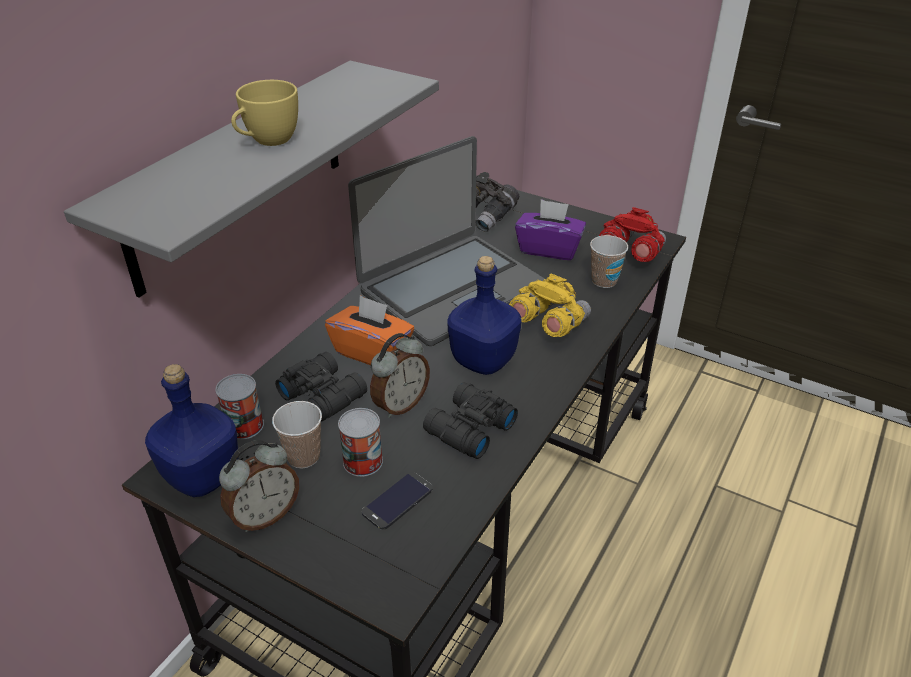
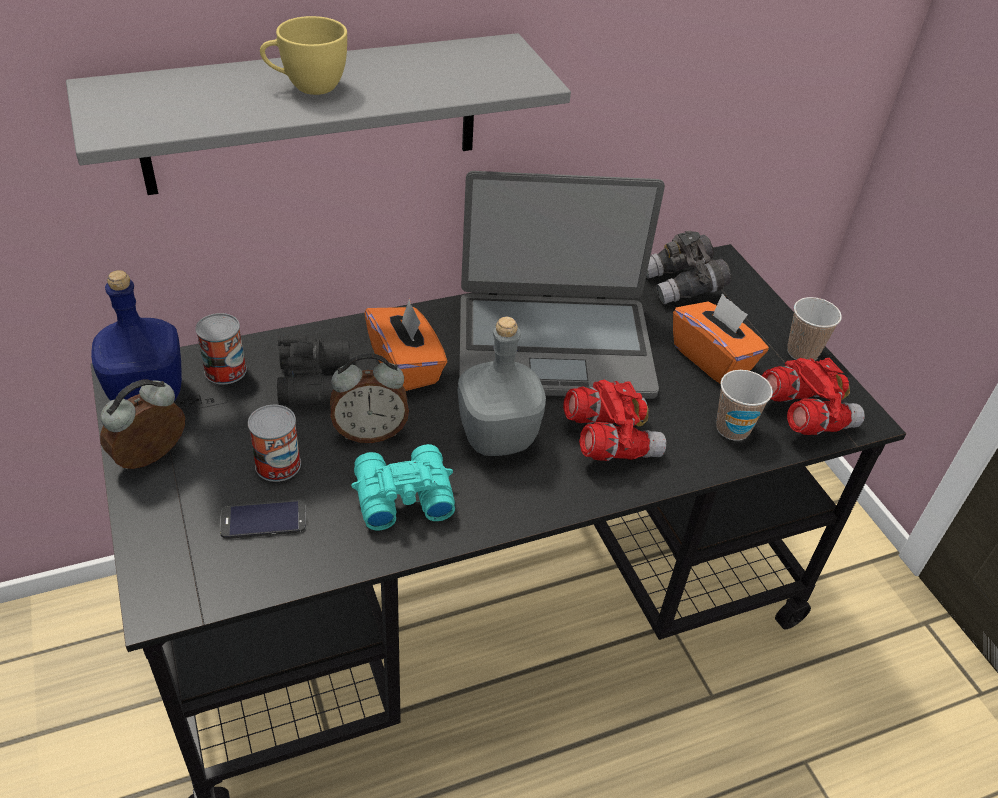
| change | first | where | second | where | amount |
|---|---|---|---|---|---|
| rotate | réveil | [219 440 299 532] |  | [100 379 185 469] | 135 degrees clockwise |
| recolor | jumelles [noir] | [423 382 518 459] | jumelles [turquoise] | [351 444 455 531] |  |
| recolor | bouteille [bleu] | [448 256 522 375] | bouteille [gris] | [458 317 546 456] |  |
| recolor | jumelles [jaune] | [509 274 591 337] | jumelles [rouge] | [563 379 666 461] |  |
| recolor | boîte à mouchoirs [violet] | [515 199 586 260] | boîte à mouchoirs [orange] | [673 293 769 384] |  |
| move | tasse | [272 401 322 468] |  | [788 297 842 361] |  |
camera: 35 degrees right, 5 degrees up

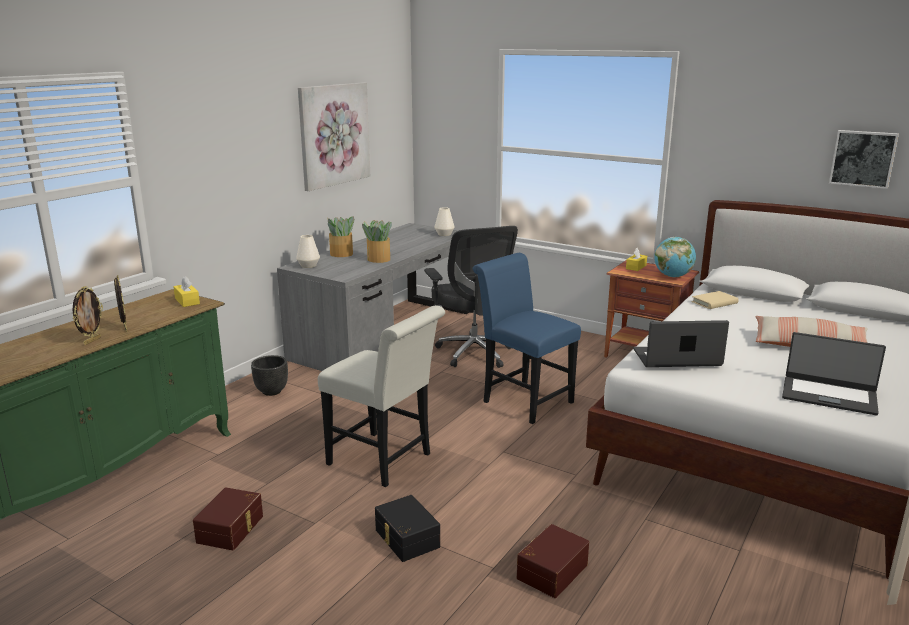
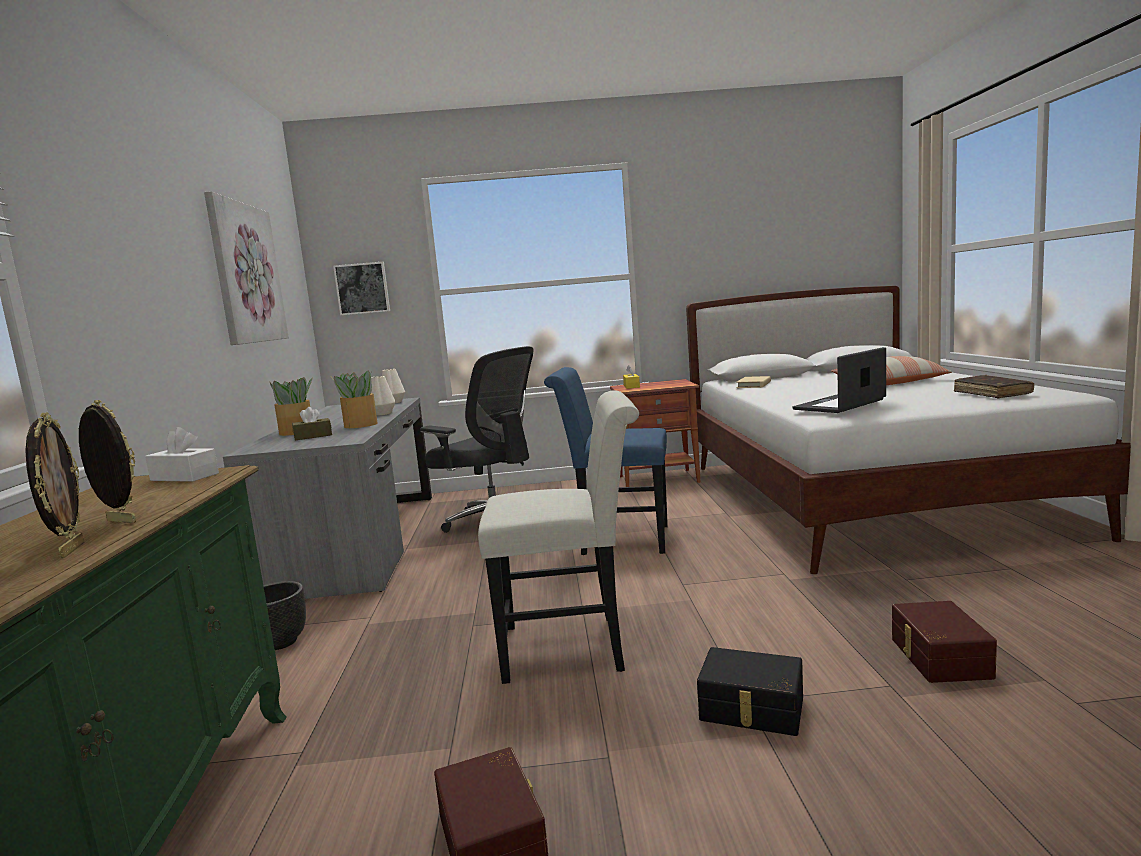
| change | first | where | second | where | amount |
|---|---|---|---|---|---|
| recolor | boîte à mouchoirs [jaune] | [173 276 200 307] | boîte à mouchoirs [blanc] | [145 427 219 482] |  |
| insert |  |  | boîte à mouchoirs [marron] | [292 407 332 441] |  |
| move | tableau | [829 130 899 189] |  | [333 262 390 315] |  |
| move | vase [blanc] | [296 235 320 268] |  | [371 376 395 416] |  |
| replace | ordinateur portable | [782 332 886 415] | livre [marron] | [954 375 1034 399] |  |
| delete | globe | [654 237 696 277] |  |  |  |
camera: 35 degrees left, 10 degrees down

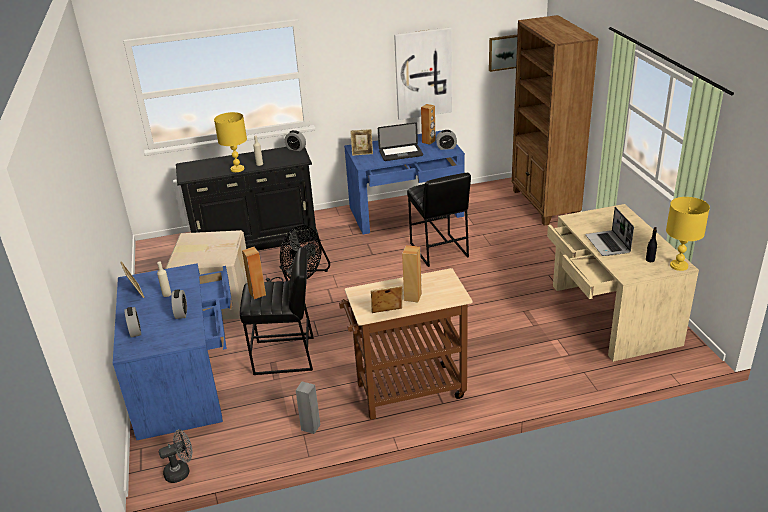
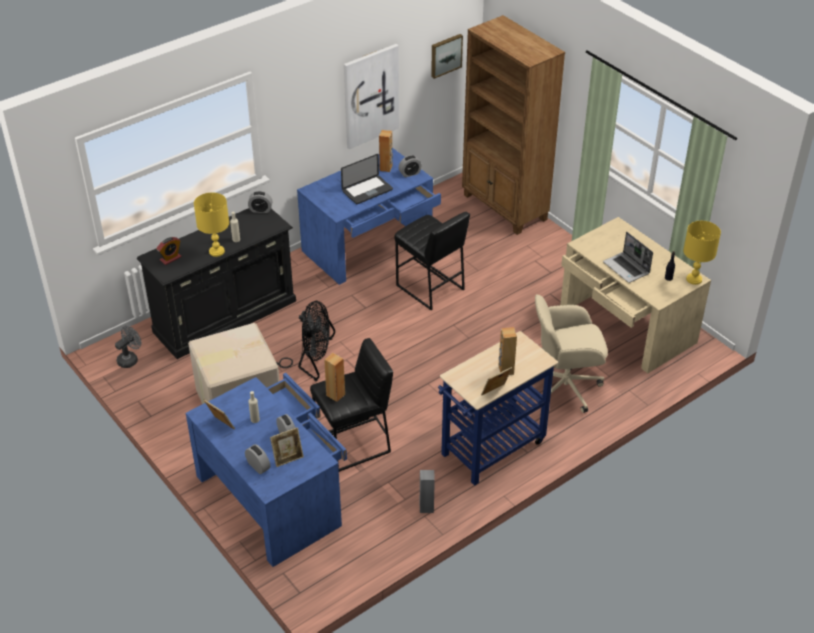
| change | first | where | second | where | amount |
|---|---|---|---|---|---|
| move | ventilateur [gris] | [159 429 192 483] |  | [115 326 141 368] |  |
| insert |  |  | réveil | [156 237 182 265] |  |
| move | cadre photo | [350 129 373 156] |  | [270 427 304 467] |  |
| recolor | chariot [marron] | [339 268 473 420] | chariot [bleu] | [438 331 558 486] |  |
| insert |  |  | chaise de bureau [beige] | [535 294 608 413] |  |
camera: 25 degrees left, 10 degrees up

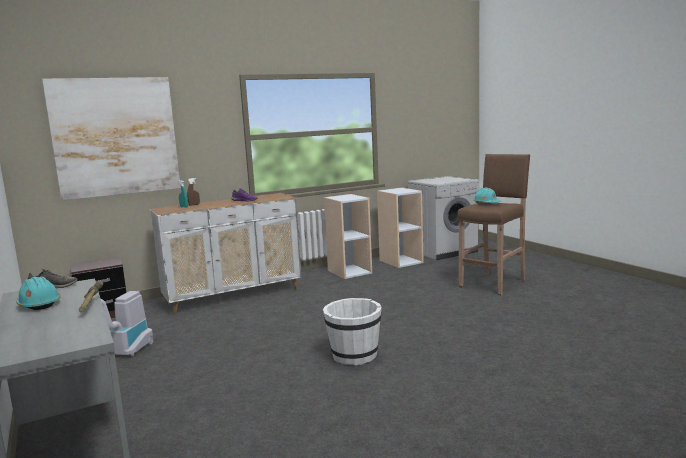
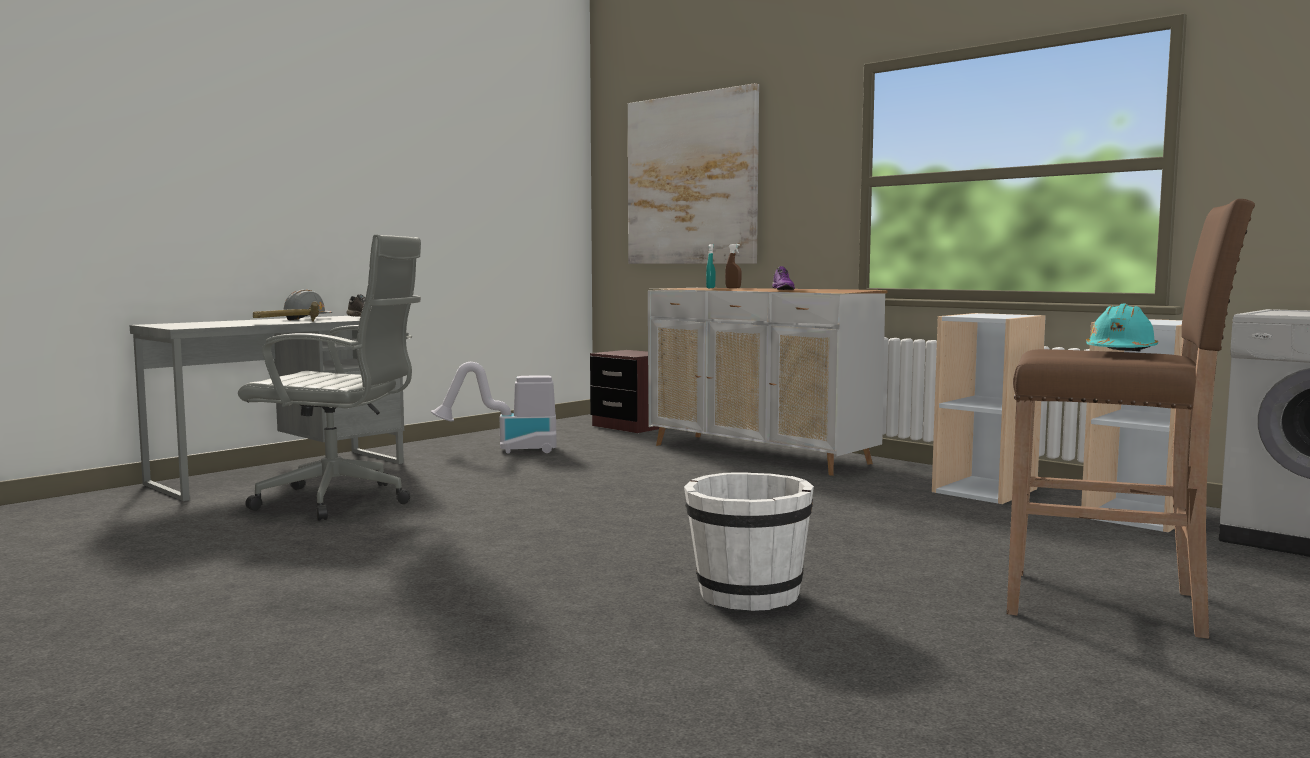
| change | first | where | second | where | amount |
|---|---|---|---|---|---|
| insert |  |  | chaise de bureau [gris] | [238 234 421 521] |  |
| recolor | casque de chantier [turquoise] | [16 276 61 310] | casque de chantier [gris] | [283 289 332 320] |  |
| move | seau [blanc] | [323 298 382 365] |  | [684 472 814 611] |  |
camera: 70 degrees right, 5 degrees down

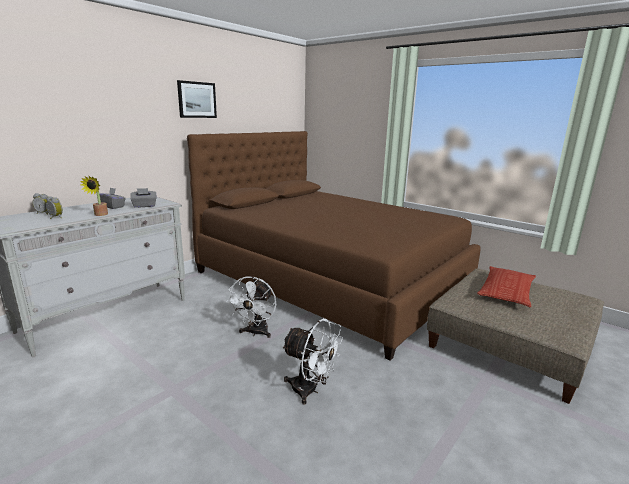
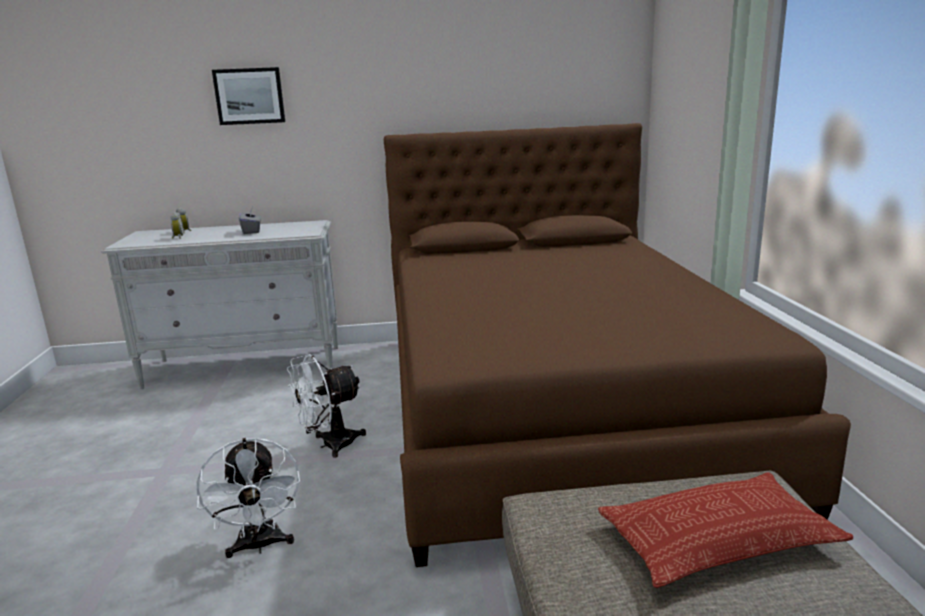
| change | first | where | second | where | amount |
|---|---|---|---|---|---|
| move | tableau | [177 80 217 118] |  | [212 67 285 125] |  |
| delete | plante en pot | [80 175 108 216] |  |  |  |
| delete | boîte à mouchoirs [gris] | [130 188 156 208] |  |  |  |
camera: 45 degrees right, 0 degrees up

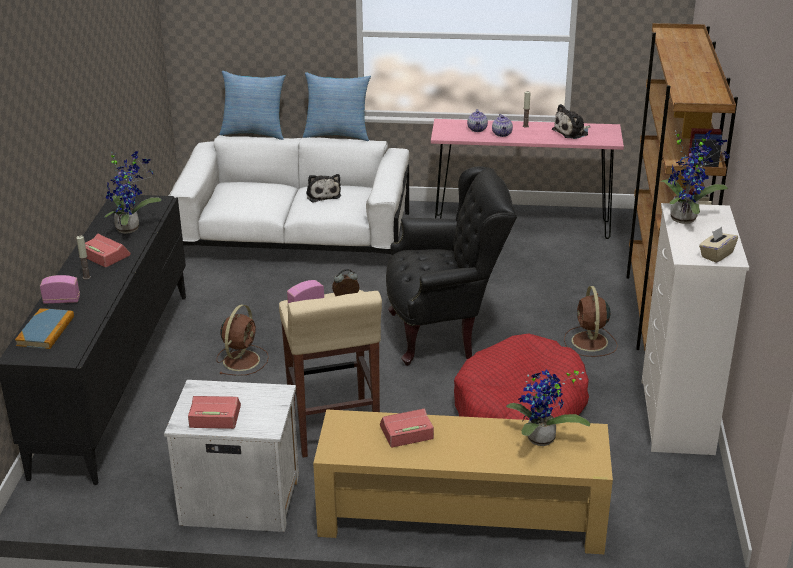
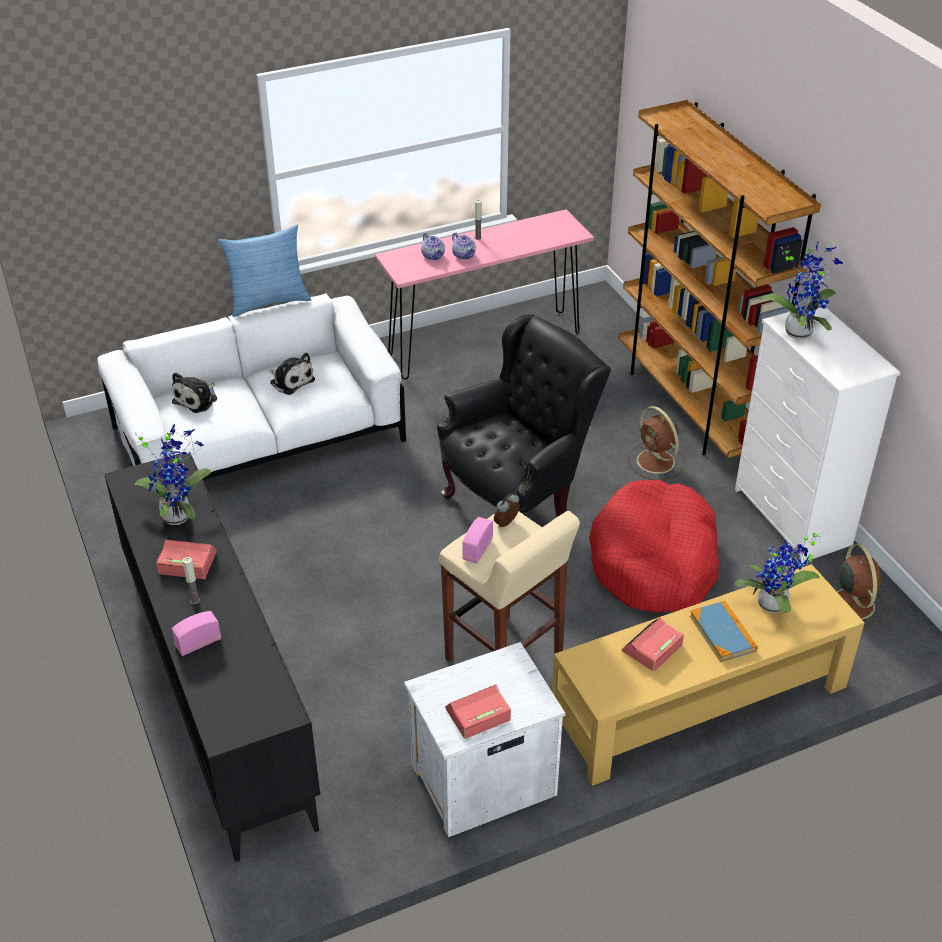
| change | first | where | second | where | amount |
|---|---|---|---|---|---|
| move | peluche | [552 104 591 139] |  | [172 372 217 413] |  |
| move | livre | [15 308 74 349] |  | [690 601 758 662] |  |
| move | ventilateur [marron] | [217 304 269 376] |  | [830 544 885 627] |  |
| delete | coussin | [219 71 286 140] |  |  |  |
| delete | boîte à mouchoirs [beige] | [699 227 738 263] |  |  |  |
camera: 30 degrees left, 10 degrees up

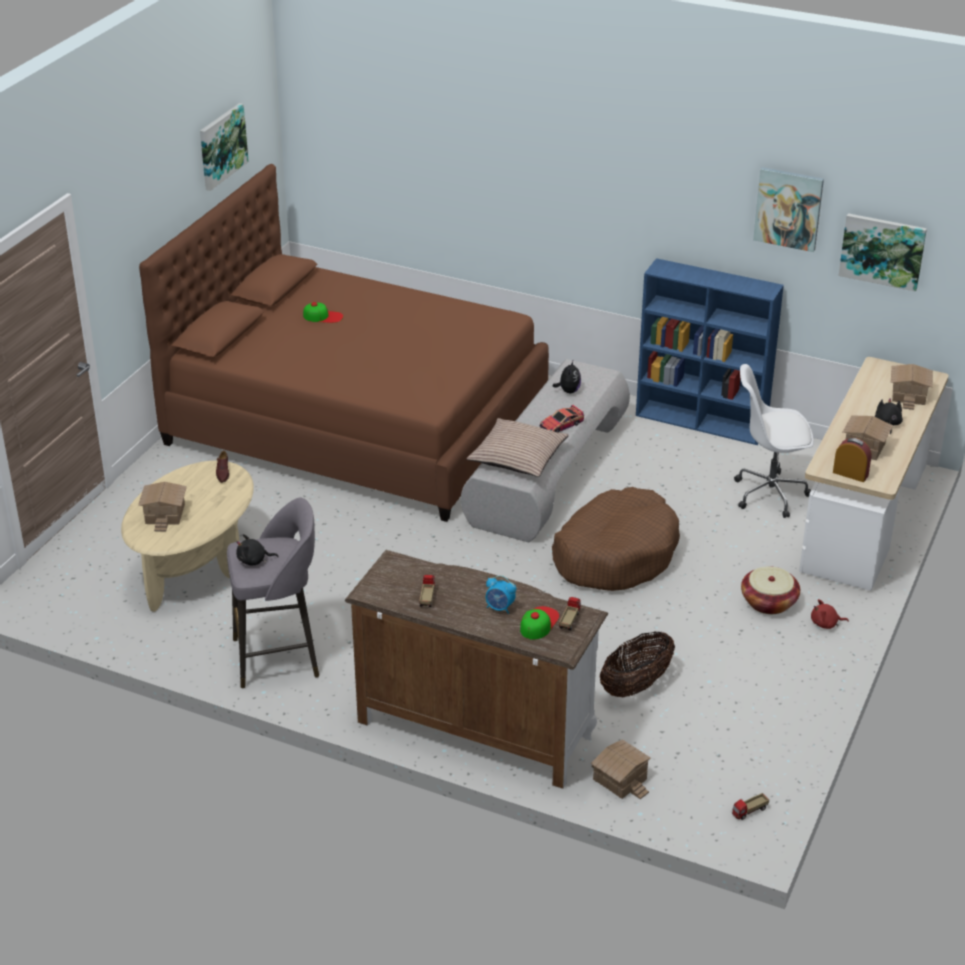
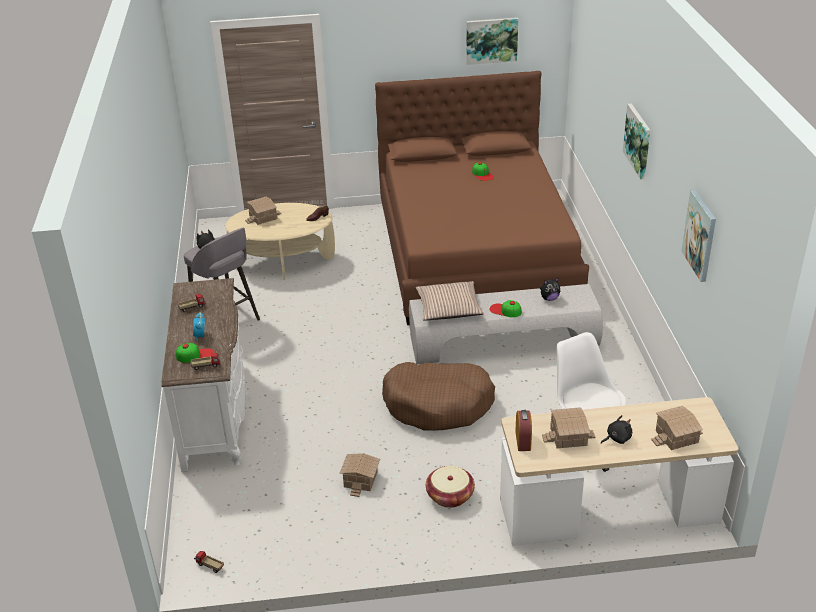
| change | first | where | second | where | amount |
|---|---|---|---|---|---|
| move | maison miniature | [591 739 651 799] |  | [340 453 380 497] |  |
| replace | petite voiture | [539 405 584 433] | casquette | [489 300 522 317] |  |
| move | tableau | [839 213 927 292] |  | [623 104 650 180] |  |
| delete | panier | [600 631 675 697] |  |  |  |
| delete | bibliothèque [bleu] | [636 258 784 445] |  |  |  |
| delete | peluche [rouge] | [811 599 849 629] |  |  |  |
camera: 60 degrees right, 0 degrees up

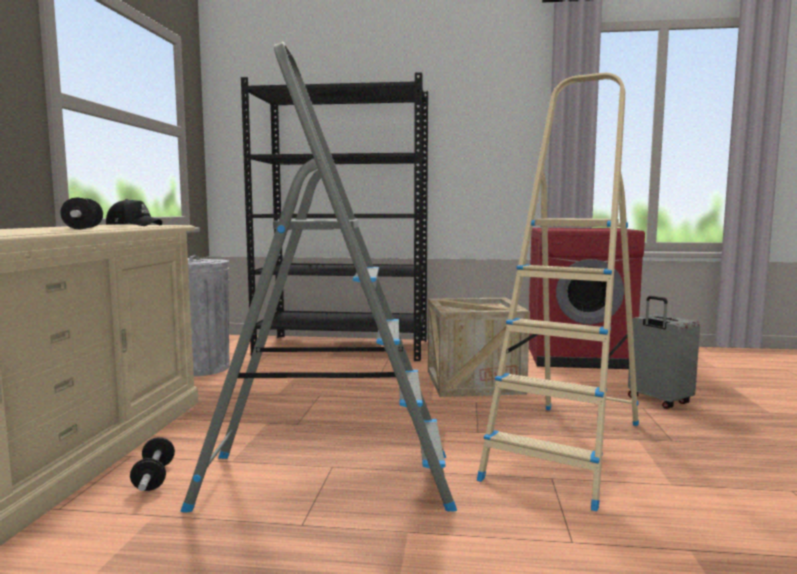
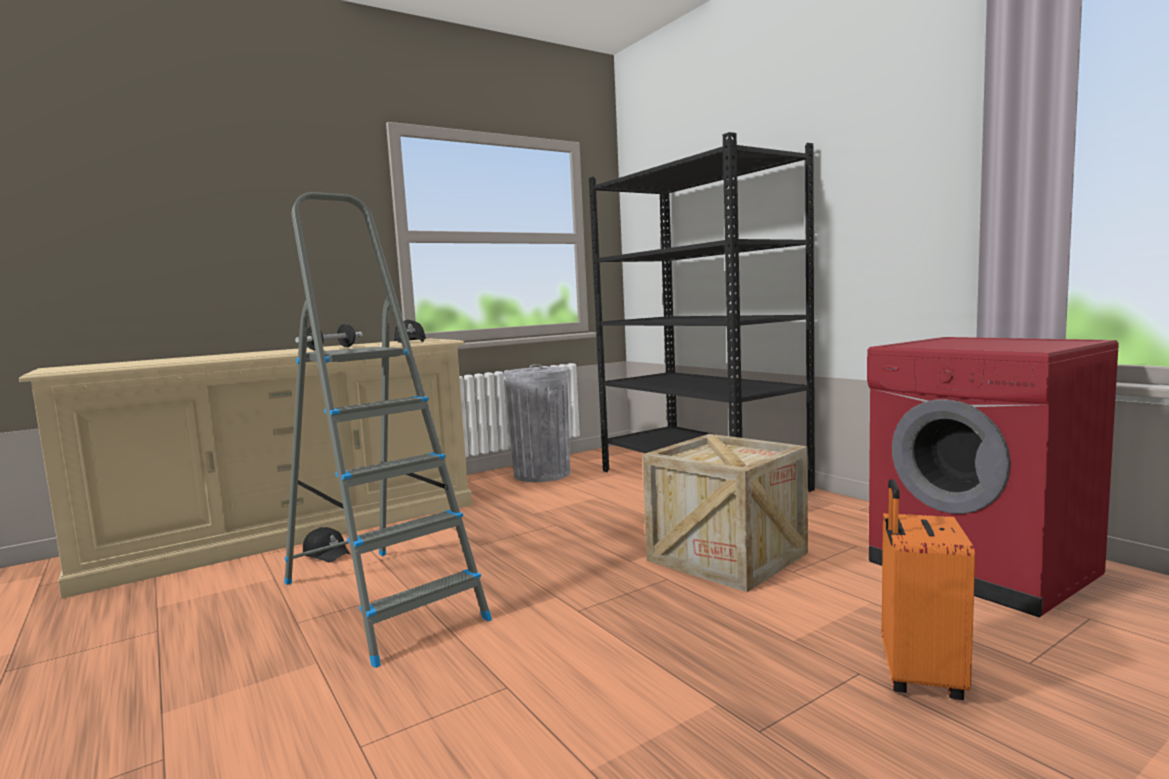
| change | first | where | second | where | amount |
|---|---|---|---|---|---|
| replace | haltère | [130 437 175 491] | casquette [noir] | [303 527 351 563] |  |
| recolor | valise [gris] | [628 296 700 409] | valise [orange] | [882 479 975 700] |  |
| delete | escabeau [beige] | [477 72 639 511] |  |  |  |
camera: 50 degrees right, 0 degrees up

